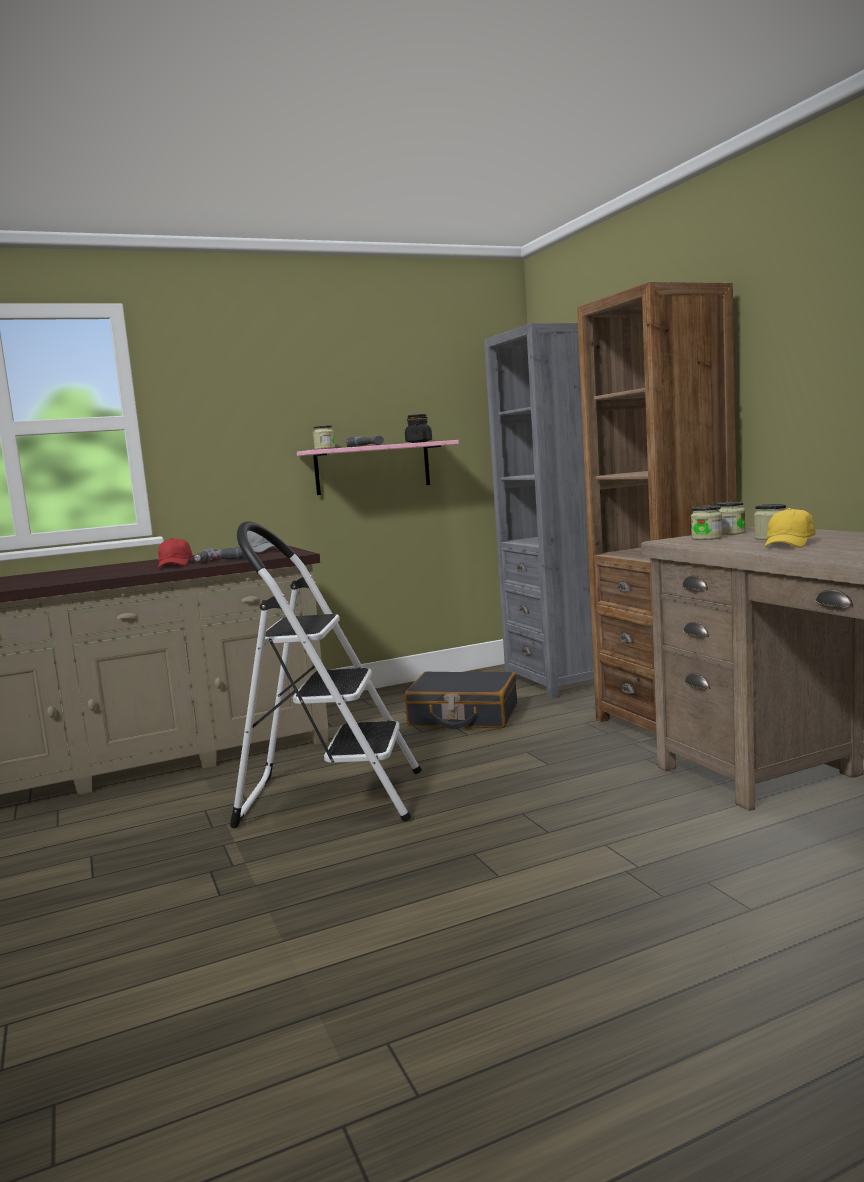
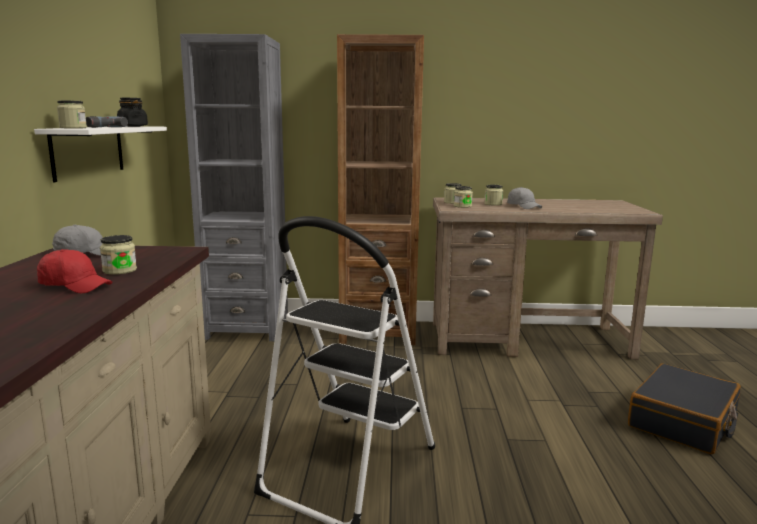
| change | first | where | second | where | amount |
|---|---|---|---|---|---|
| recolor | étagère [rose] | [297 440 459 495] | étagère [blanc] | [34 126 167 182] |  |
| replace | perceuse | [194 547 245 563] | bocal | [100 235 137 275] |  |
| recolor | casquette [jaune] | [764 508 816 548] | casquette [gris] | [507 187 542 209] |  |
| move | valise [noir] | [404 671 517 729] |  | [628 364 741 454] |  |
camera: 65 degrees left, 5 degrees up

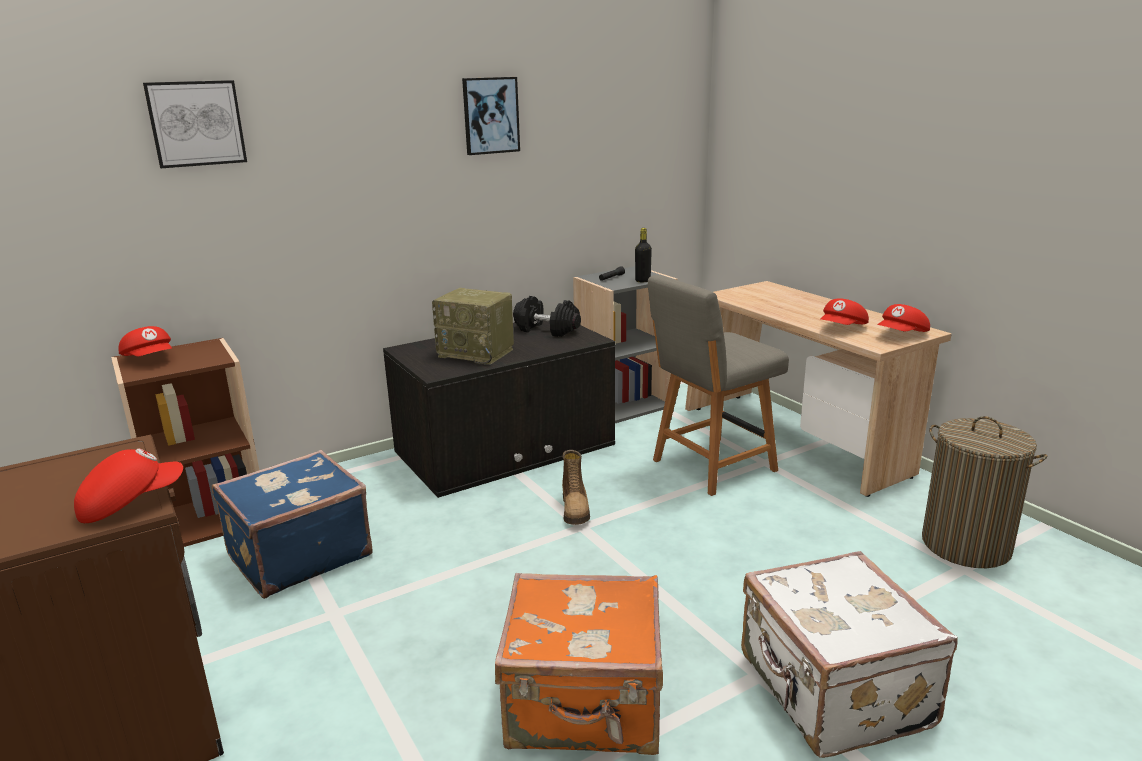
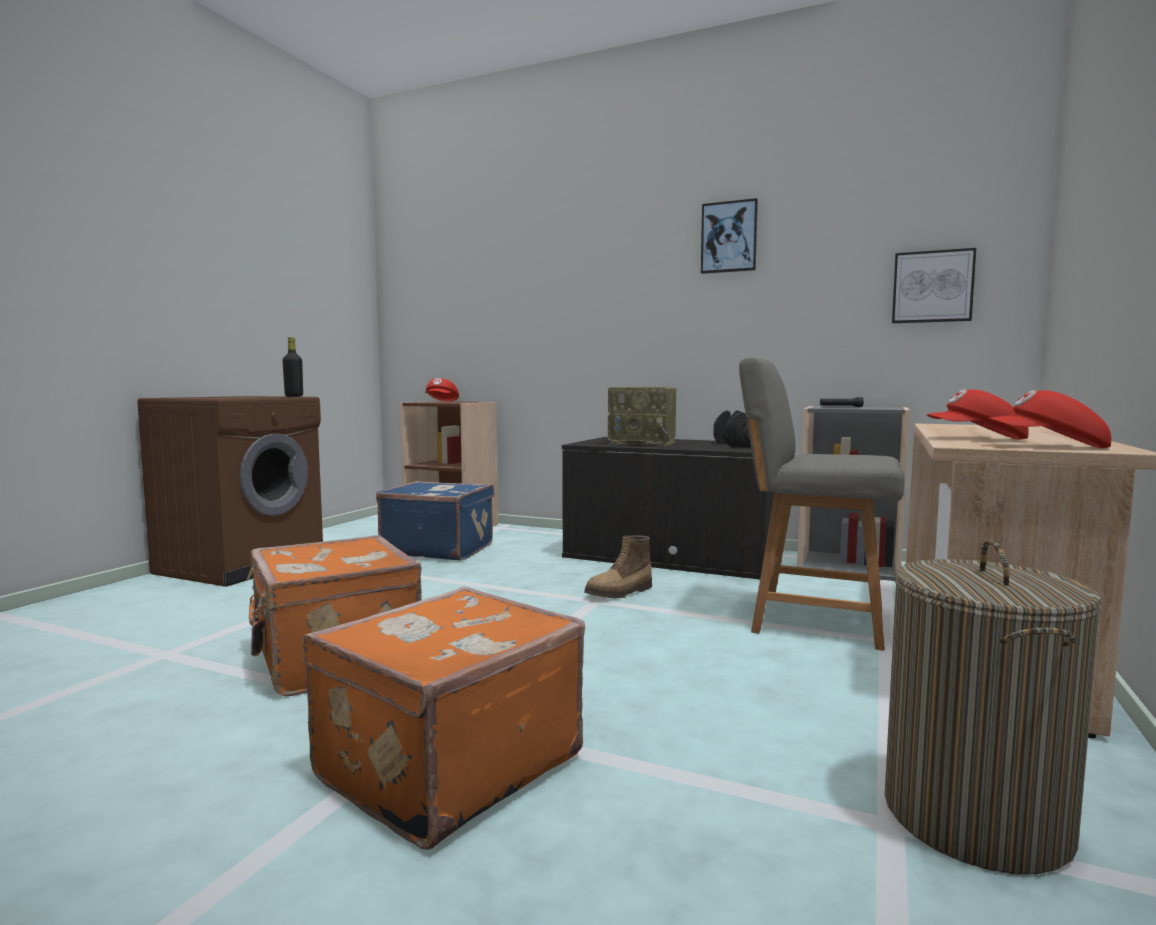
| change | first | where | second | where | amount |
|---|---|---|---|---|---|
| move | bouteille [noir] | [635 228 652 282] |  | [282 337 303 397] |  |
| recolor | valise [blanc] | [741 551 958 758] | valise [orange] | [302 586 585 850] |  |
| rotate | radio | [432 288 514 365] |  | [608 387 677 446] | 60 degrees counterclockwise |
| move | tableau | [143 80 247 168] |  | [892 248 976 323] |  |
| delete | casquette [rouge] | [74 449 183 523] |  |  |  |
camera: 55 degrees right, 15 degrees down

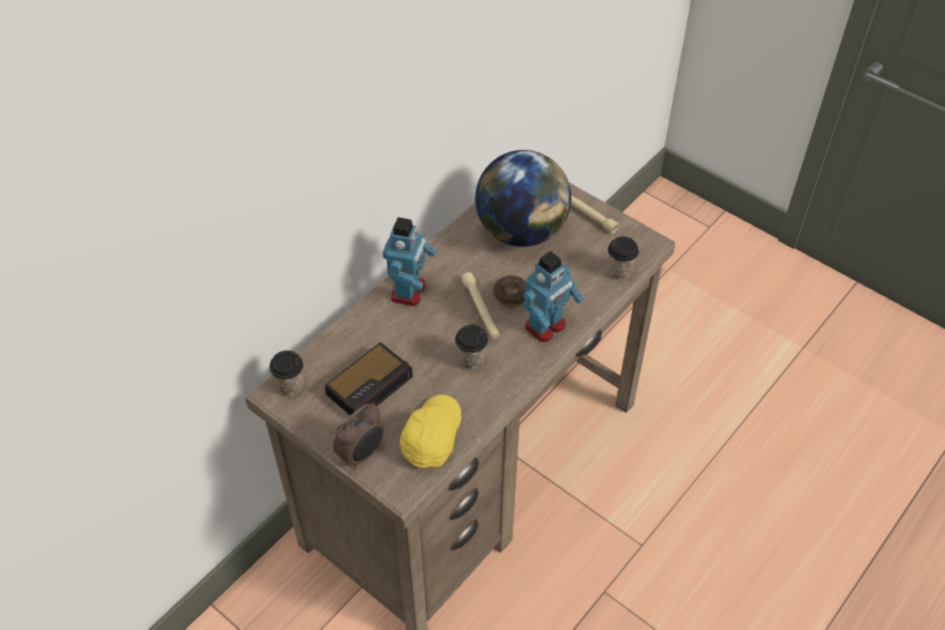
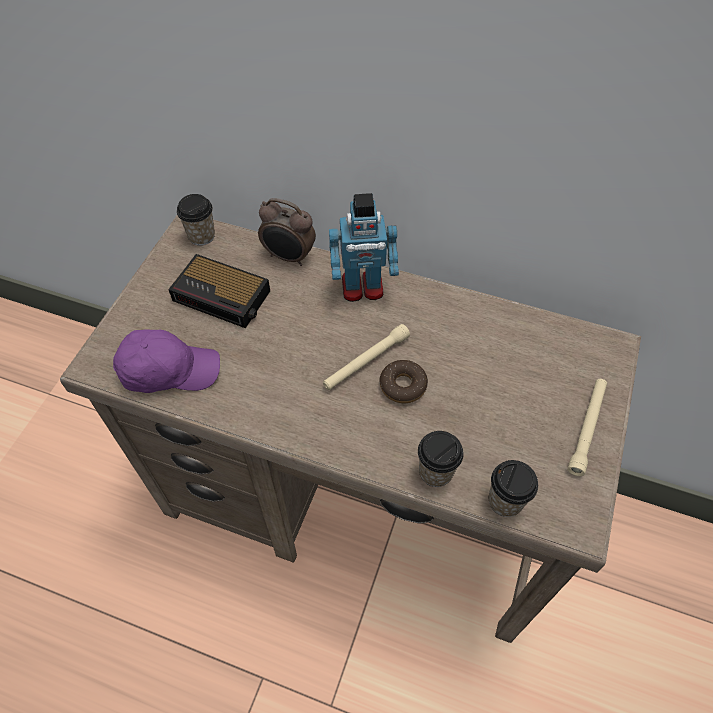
| change | first | where | second | where | amount |
|---|---|---|---|---|---|
| recolor | casquette [jaune] | [400 395 461 468] | casquette [violet] | [113 329 220 393] |  |
| move | réveil | [333 403 385 469] |  | [258 198 316 266] |  |
| move | tasse | [455 325 488 370] |  | [418 431 464 487] |  |
| delete | globe | [475 150 571 247] |  |  |  |
| delete | robot jouet | [523 251 584 342] |  |  |  |
camera: 70 degrees right, 5 degrees up

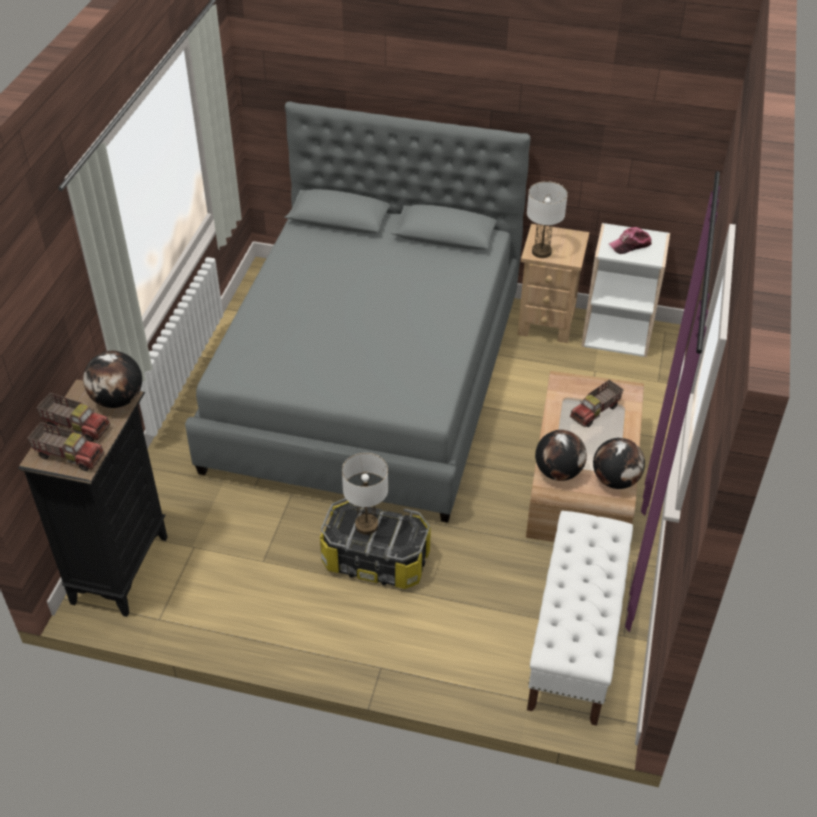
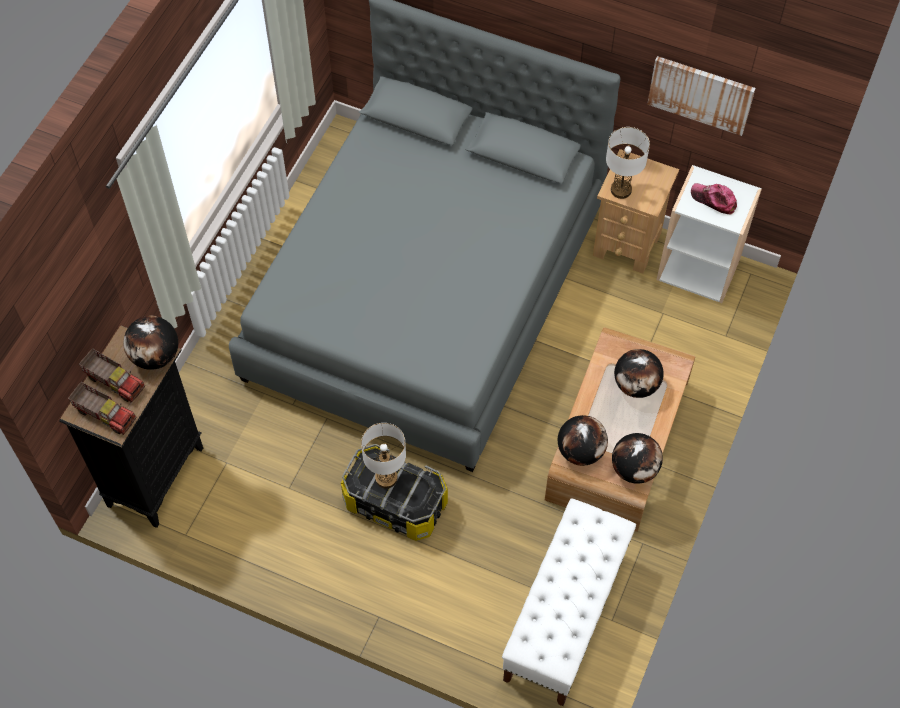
| change | first | where | second | where | amount |
|---|---|---|---|---|---|
| replace | camion jouet | [570 380 624 427] | globe | [614 349 664 398] |  |
| insert |  |  | tableau | [647 56 756 136] |  |
| rotate | casquette | [609 227 652 254] |  | [691 183 737 215] | 45 degrees clockwise |
camera: 10 degrees right, 15 degrees up

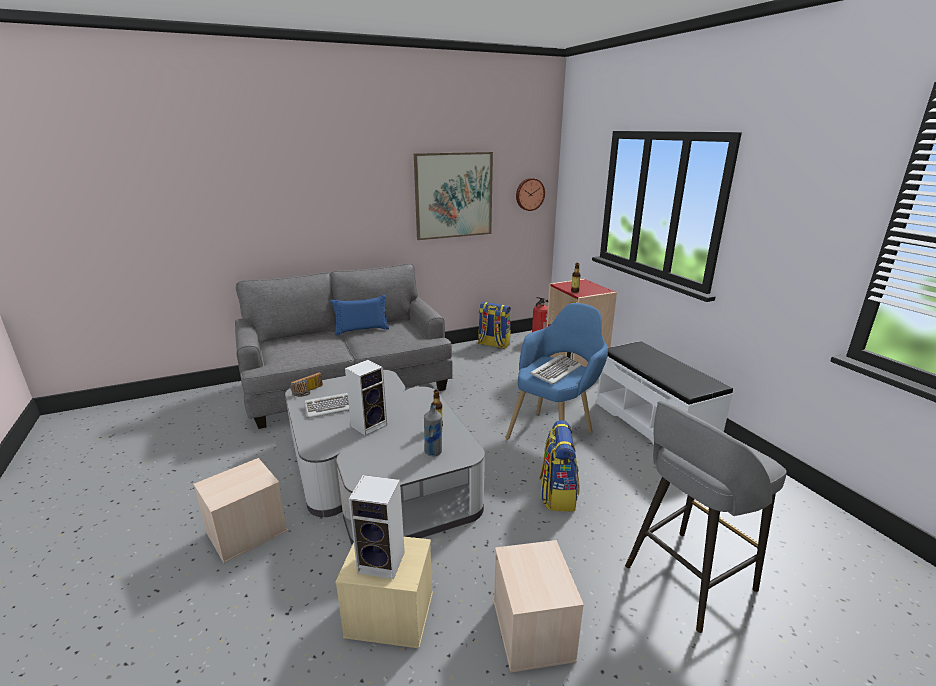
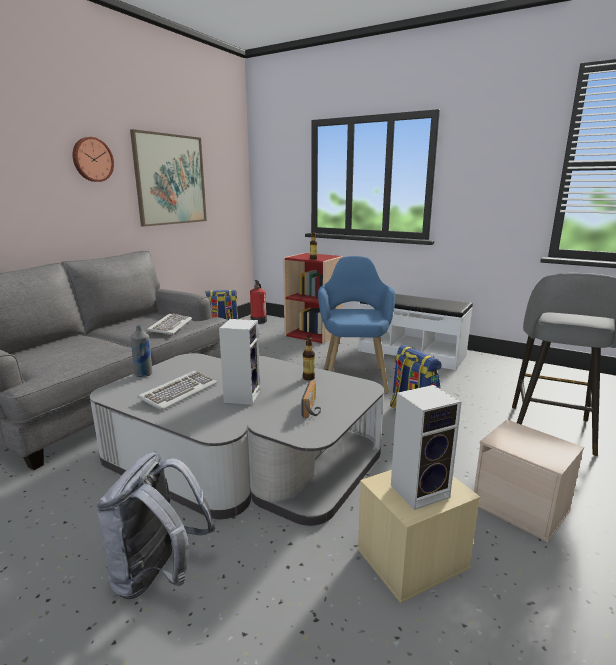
| change | first | where | second | where | amount |
|---|---|---|---|---|---|
| move | horloge murale | [516 178 545 211] |  | [73 137 114 182] |  |
| replace | boîte de rangement [beige] | [194 458 288 563] | sac à dos [gris] | [97 451 215 599] |  |
| move | bouteille [gris] | [424 405 442 456] |  | [130 325 152 377] |  |
| move | clavier | [530 354 582 385] |  | [146 313 192 335] |  |
| move | radio | [290 373 323 397] |  | [301 380 321 418] |  |
| delete | coussin [bleu] | [330 295 389 335] |  |  |  |
camera: 35 degrees left, 5 degrees down

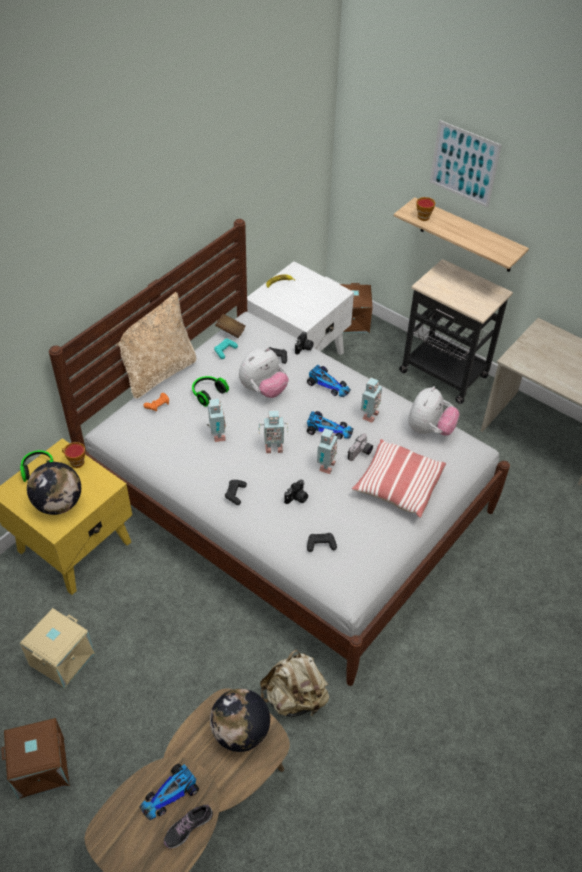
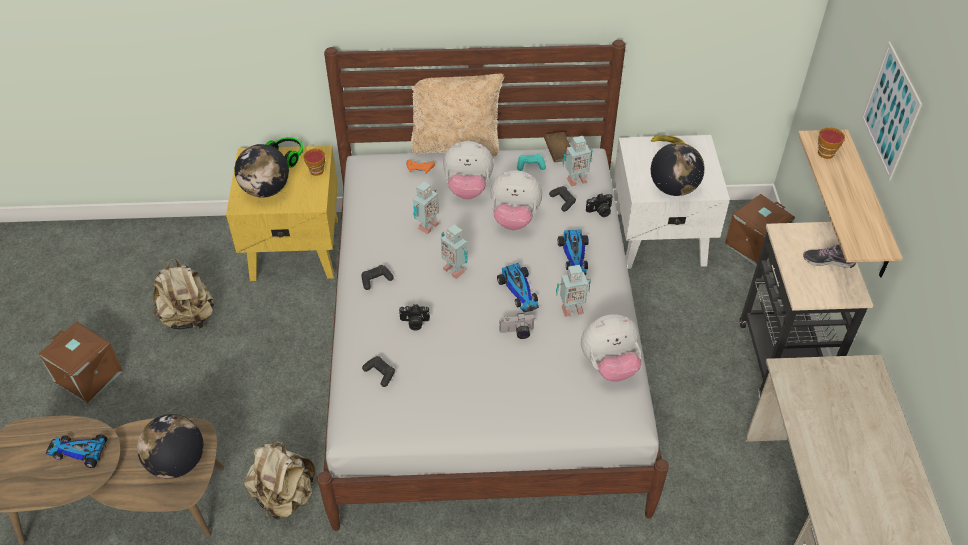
| change | first | where | second | where | amount |
|---|---|---|---|---|---|
| replace | boîte de rangement [beige] | [20 608 95 689] | sac à dos [beige] | [153 258 214 330] |  |
| replace | casque audio | [192 376 229 407] | peluche | [443 141 494 199] |  |
| move | robot jouet | [317 429 338 474] |  | [563 136 593 186] |  |
| insert |  |  | globe | [651 143 705 196] |  |
| move | chaussure | [164 804 213 849] |  | [803 245 856 268] |  |
| delete | coussin | [352 439 446 518] |  |  |  |
camera: 50 degrees right, 0 degrees up

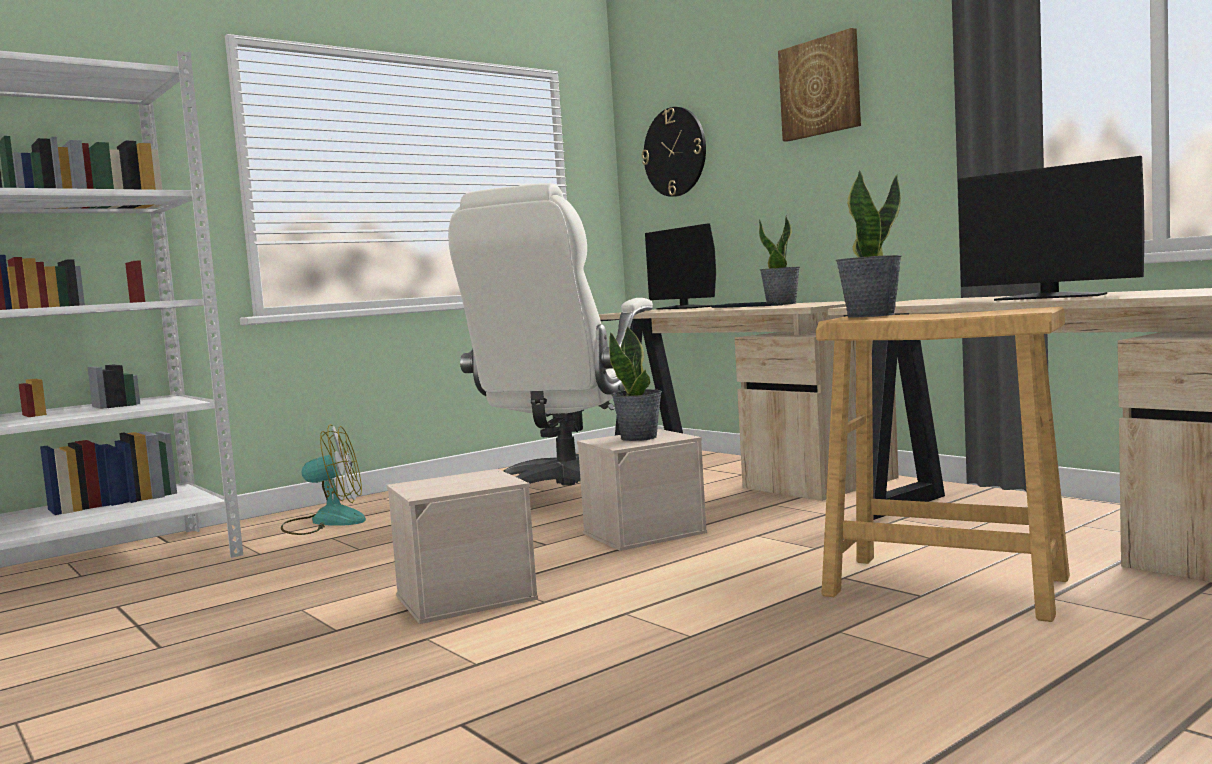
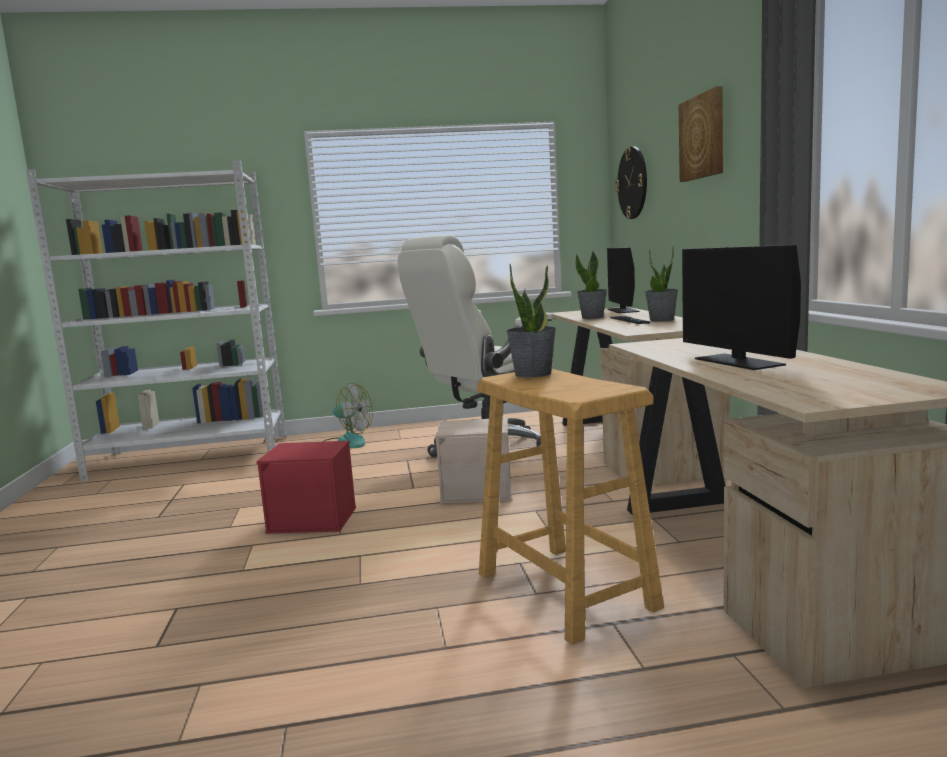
| change | first | where | second | where | amount |
|---|---|---|---|---|---|
| recolor | boîte de rangement [beige] | [386 469 538 624] | boîte de rangement [rouge] | [256 441 356 534] |  |
| move | plante en pot | [609 326 662 441] |  | [576 251 607 319] |  |
camera: 30 degrees right, 5 degrees up

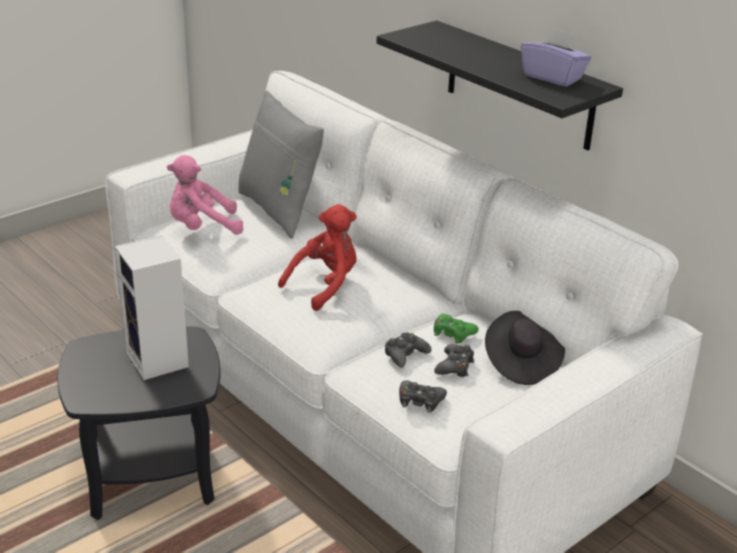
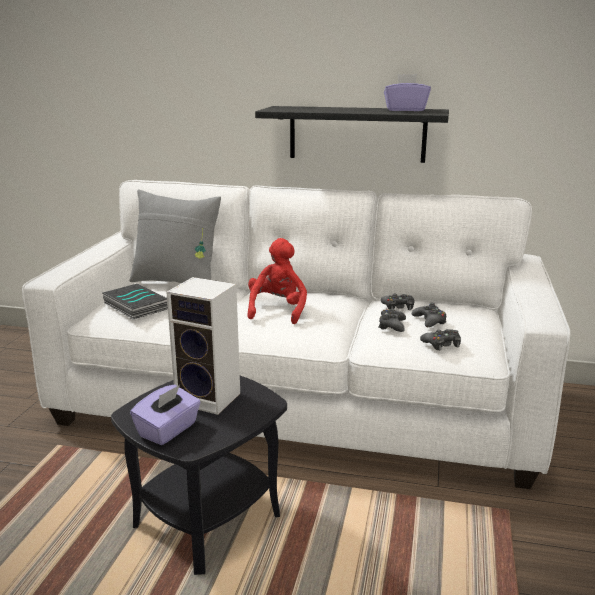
| change | first | where | second | where | amount |
|---|---|---|---|---|---|
| replace | peluche [rose] | [167 155 244 235] | livre | [102 284 168 319] |  |
| insert |  |  | boîte à mouchoirs [violet] | [130 384 201 445] |  |
| recolor | manette [vert] | [434 314 479 344] | manette [noir] | [381 293 414 310] |  |
| delete | chapeau [noir] | [485 311 565 385] |  |  |  |
camera: 35 degrees left, 10 degrees down

